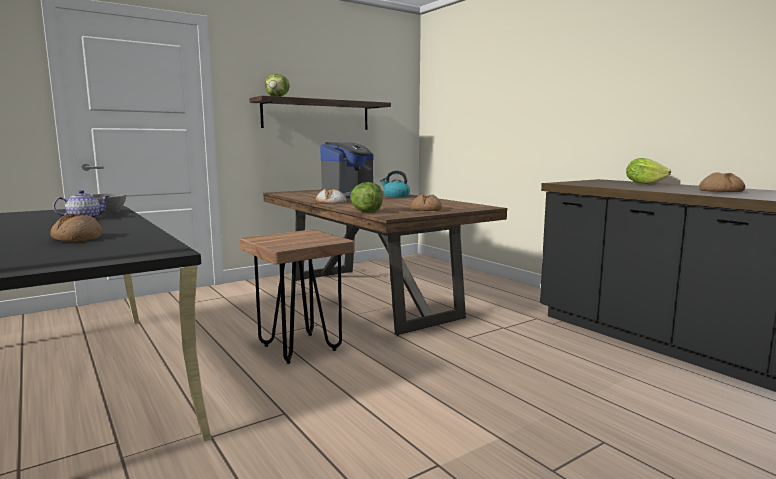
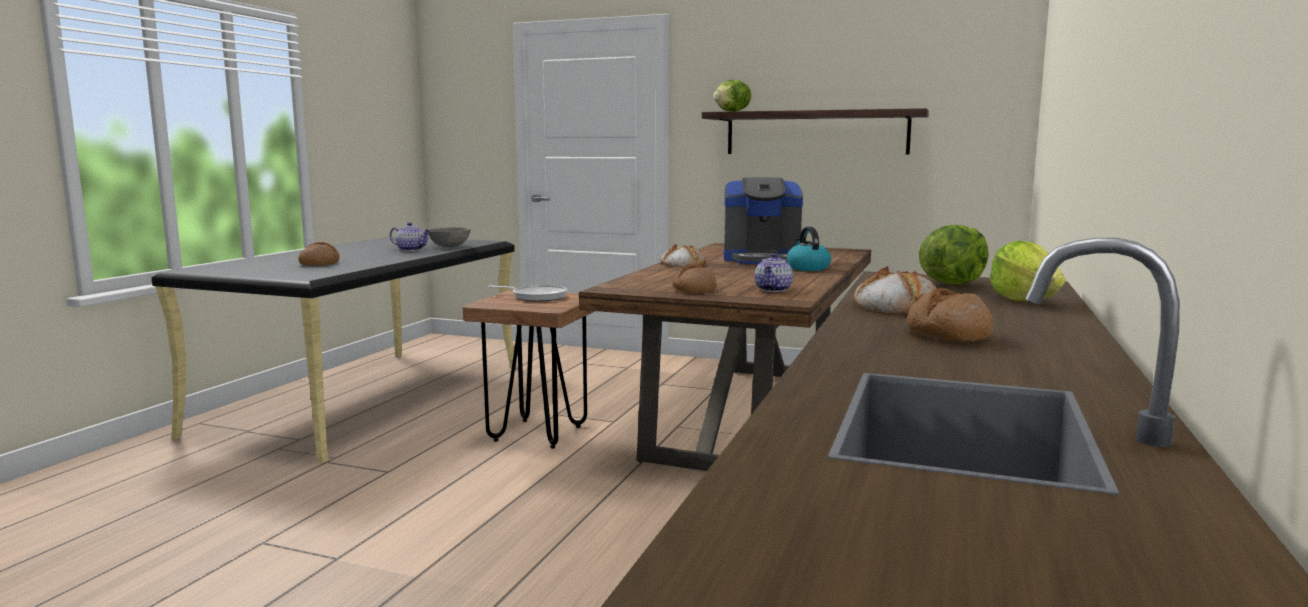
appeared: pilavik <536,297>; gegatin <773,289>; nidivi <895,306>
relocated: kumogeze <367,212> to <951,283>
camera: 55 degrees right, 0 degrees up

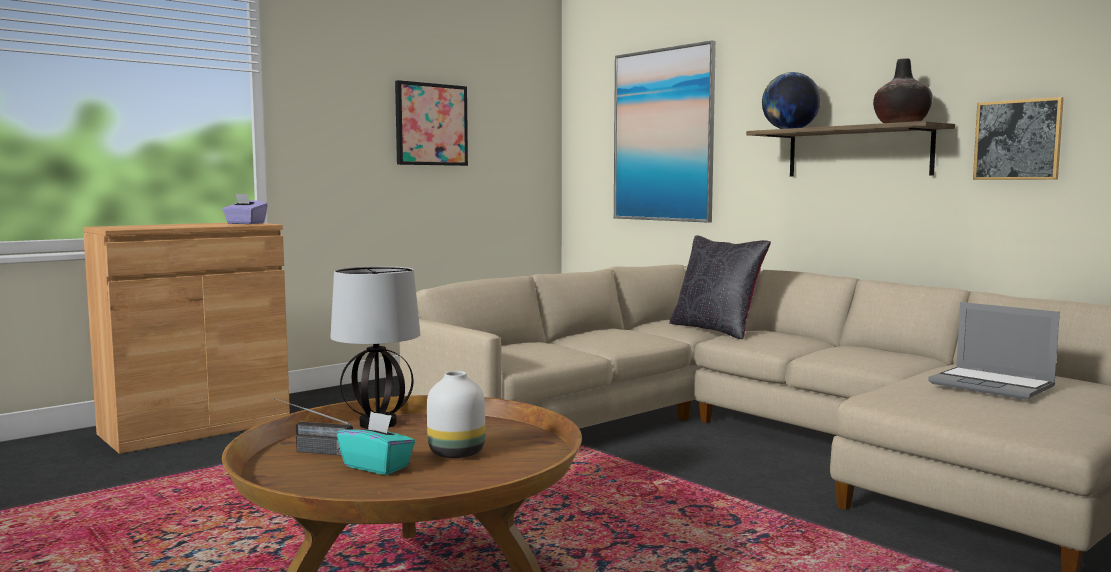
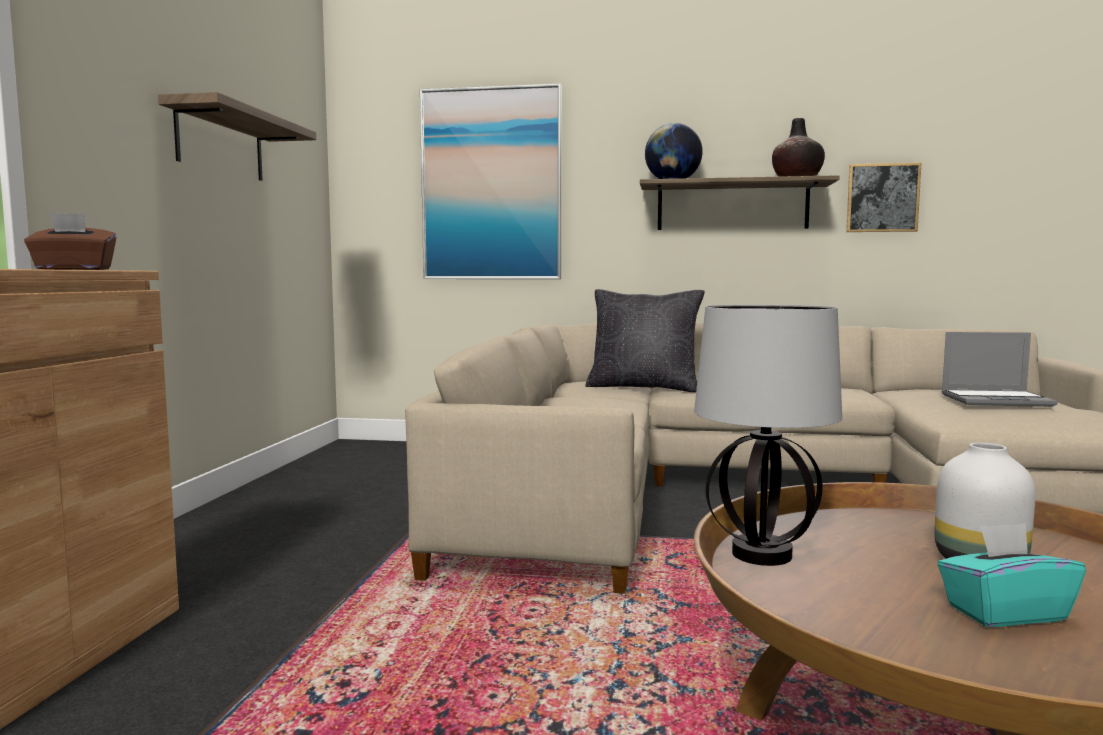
missing: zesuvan <310,451>
exchanged: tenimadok <431,124> to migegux <221,144>
colour: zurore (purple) <245,223> to zurore (brown) <73,269>
camera: 40 degrees left, 0 degrees up

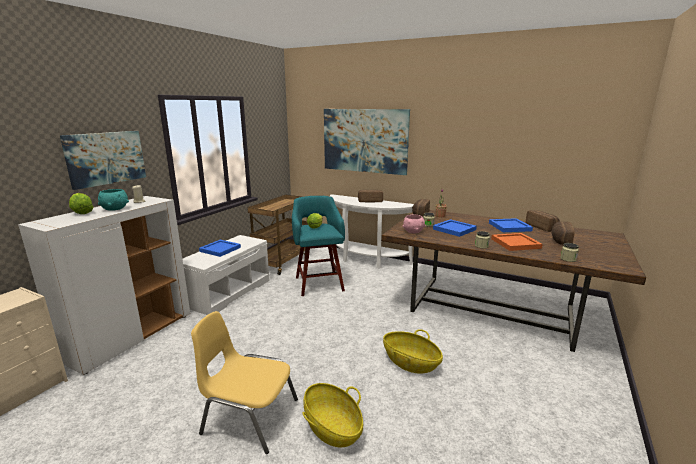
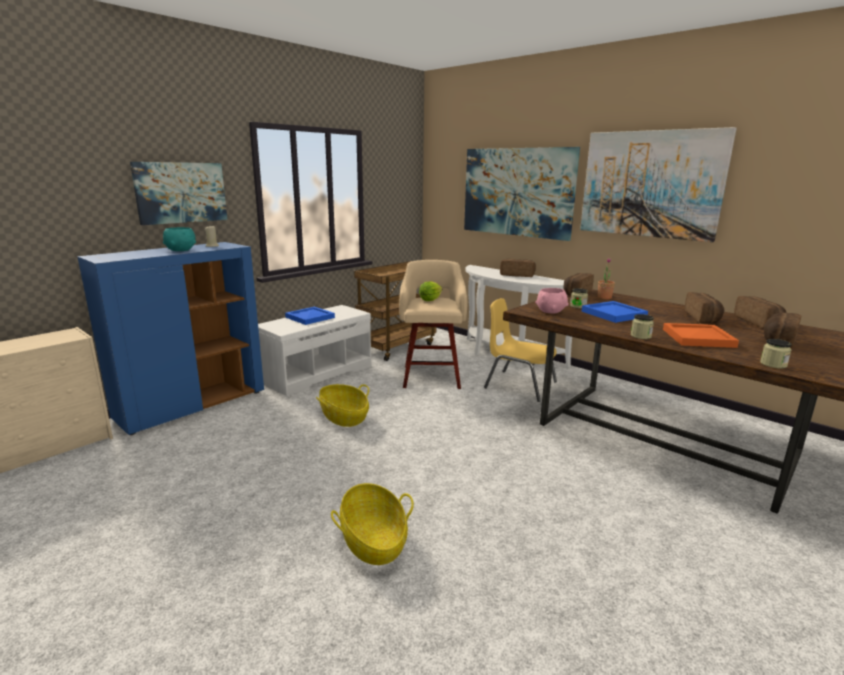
missing: kumogeze <82,212>
appeared: tenimadok <650,184>
relocated: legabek <411,363> to <344,417>; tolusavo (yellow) <249,416> to <519,385>
exchanged: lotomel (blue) <509,227> to nidivi <703,318>
colour: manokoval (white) <131,337> to manokoval (blue) <192,405>; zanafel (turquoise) <319,283> to zanafel (beige) <431,376>
camera: 15 degrees right, 0 degrees up

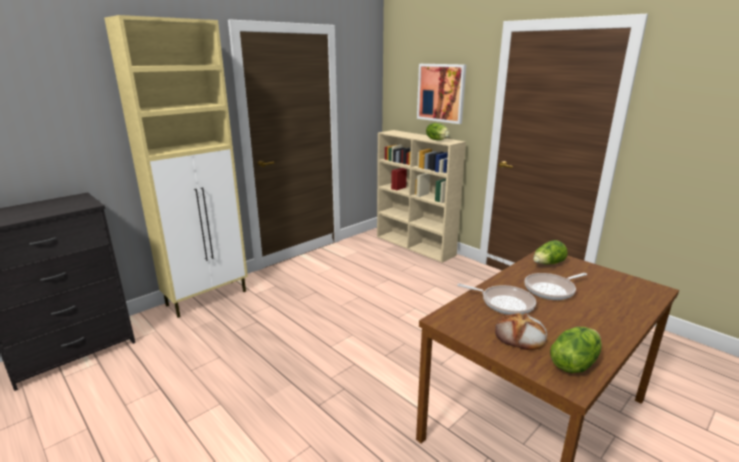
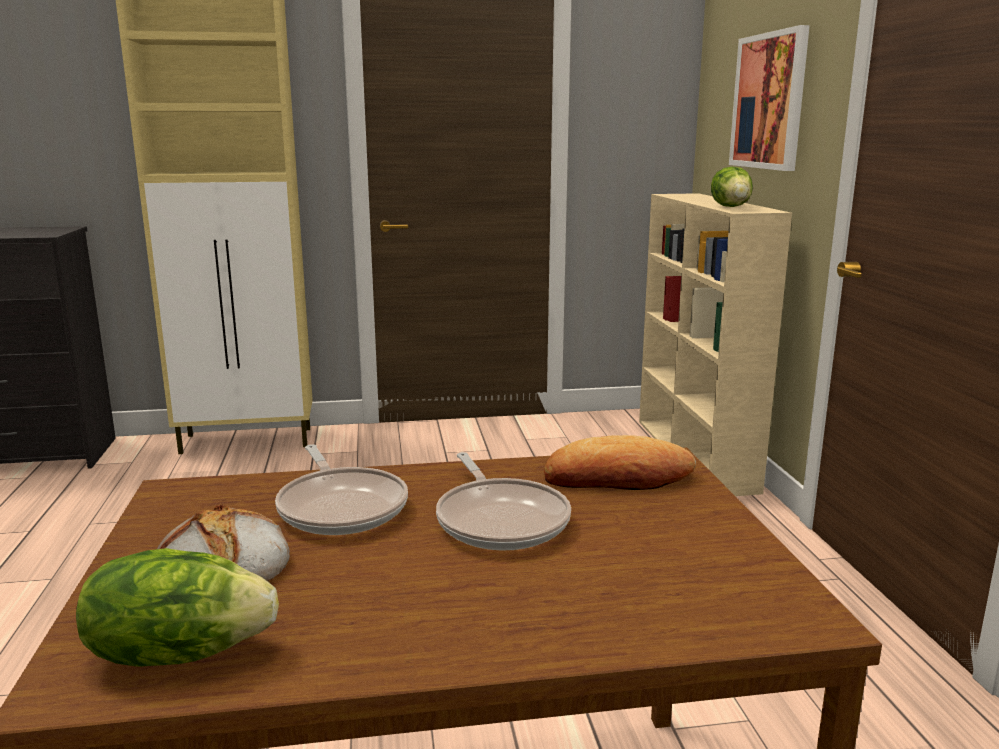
exchanged: kumogeze <548,264> to nidivi <617,477>
spun: pilavik <551,289> = <500,520> 120 degrees counterclockwise
camera: 35 degrees right, 5 degrees down

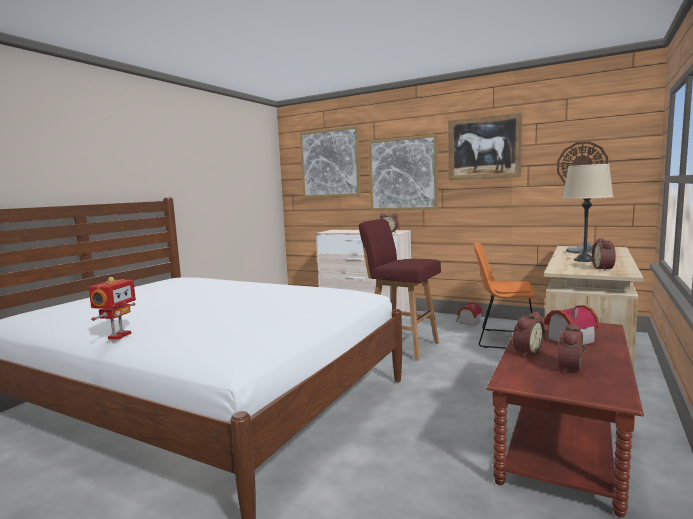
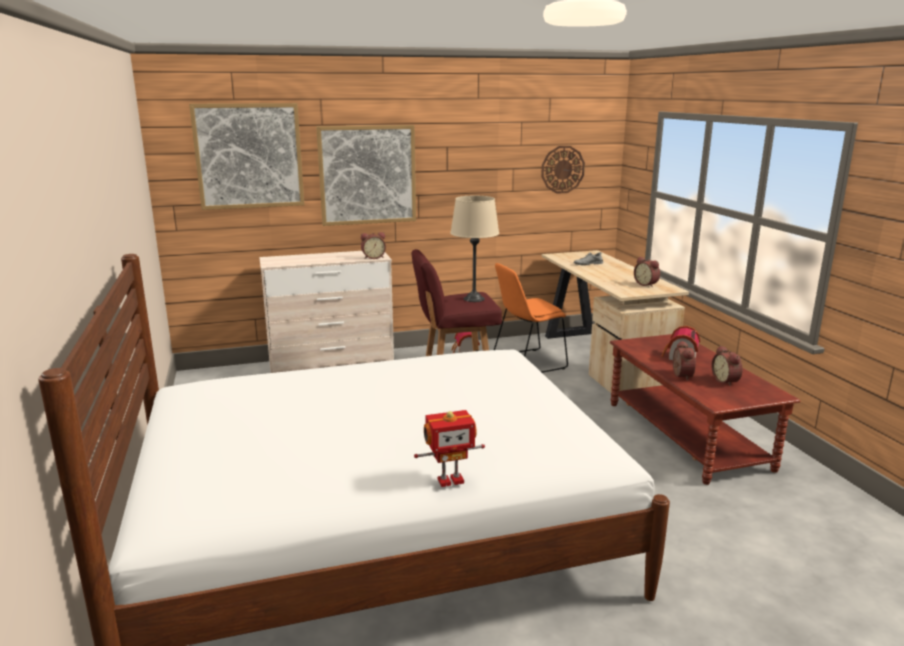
missing: tenimadok <483,148>
relocated: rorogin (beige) <584,260> to <473,299>
spun: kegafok <118,336> = <450,480> 105 degrees clockwise
camera: 45 degrees left, 10 degrees up

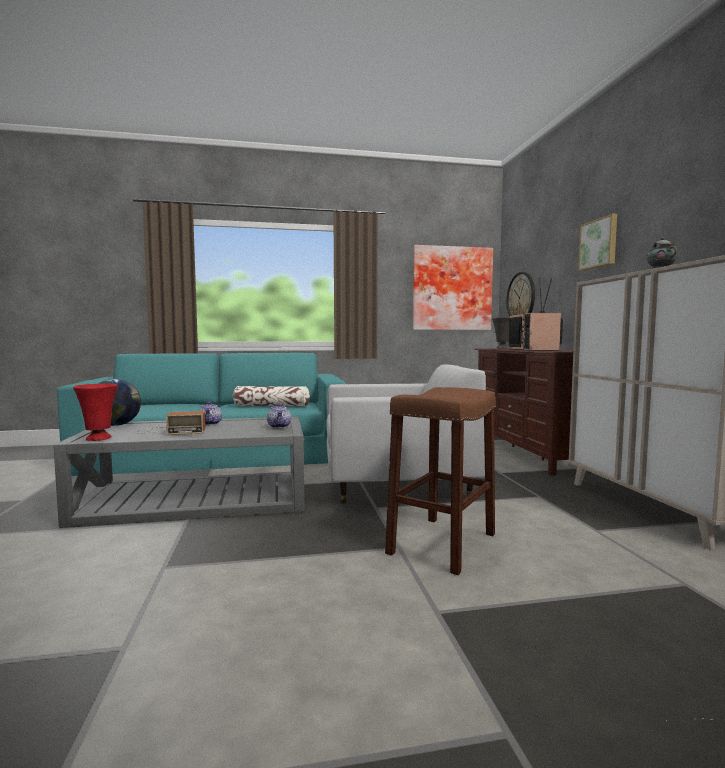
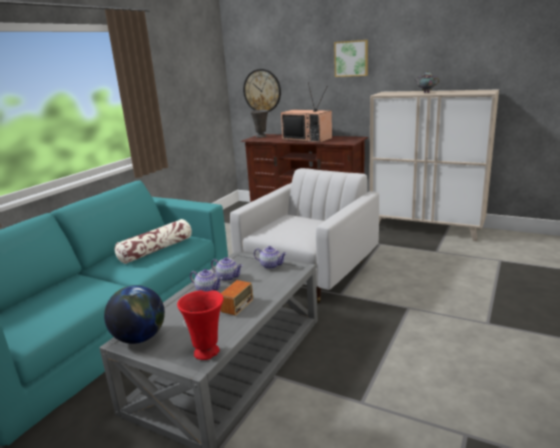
missing: zanafel (brown) <442,543>; tenimadok <451,289>
appeared: gegatin <228,277>
camera: 50 degrees left, 15 degrees up

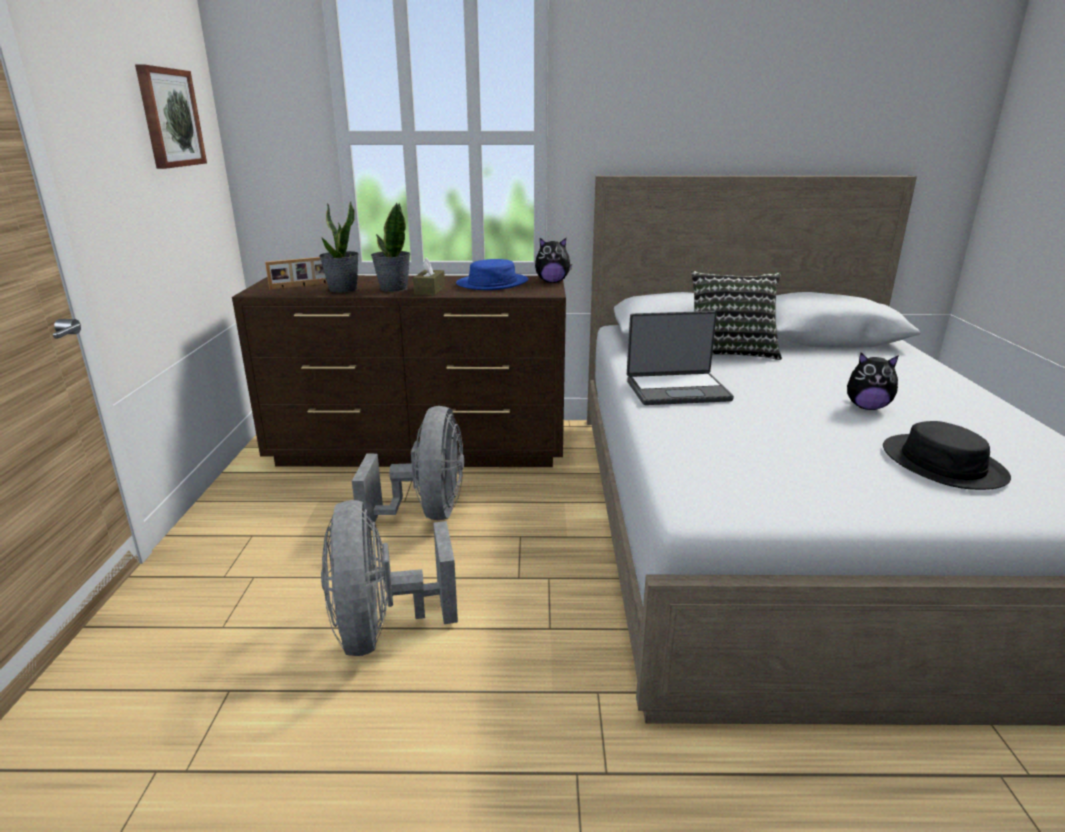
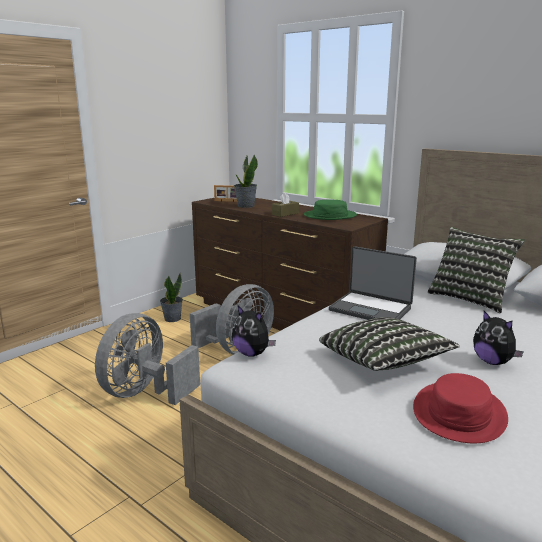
missing: tenimadok <169,118>
appeared: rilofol <384,362>
relocated: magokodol <393,288> to <172,318>; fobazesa <552,282> to <252,353>
colour: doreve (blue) <492,283> to doreve (green) <330,216>; doreve (black) <943,463> to doreve (red) <459,413>
camera: 40 degrees right, 5 degrees down

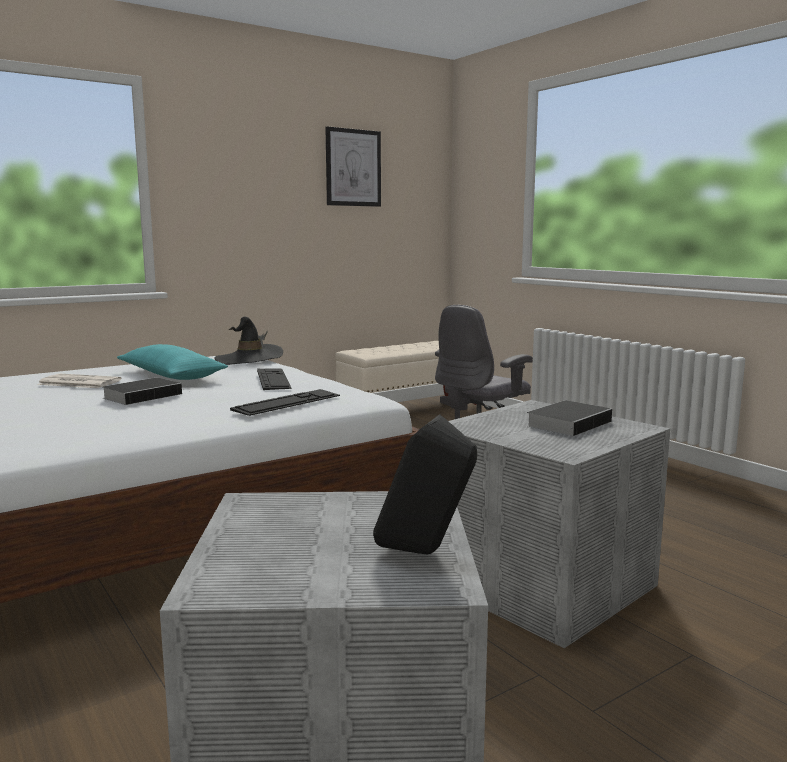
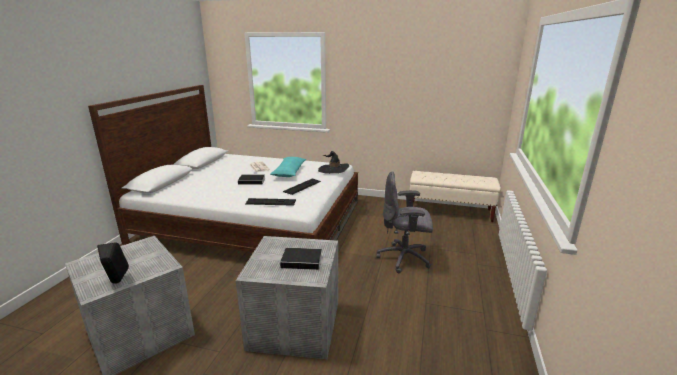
missing: tenimadok <353,168>
camera: 50 degrees right, 10 degrees up

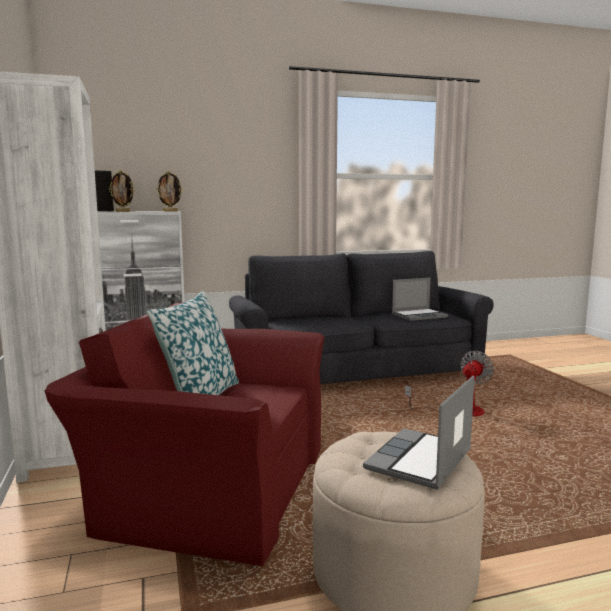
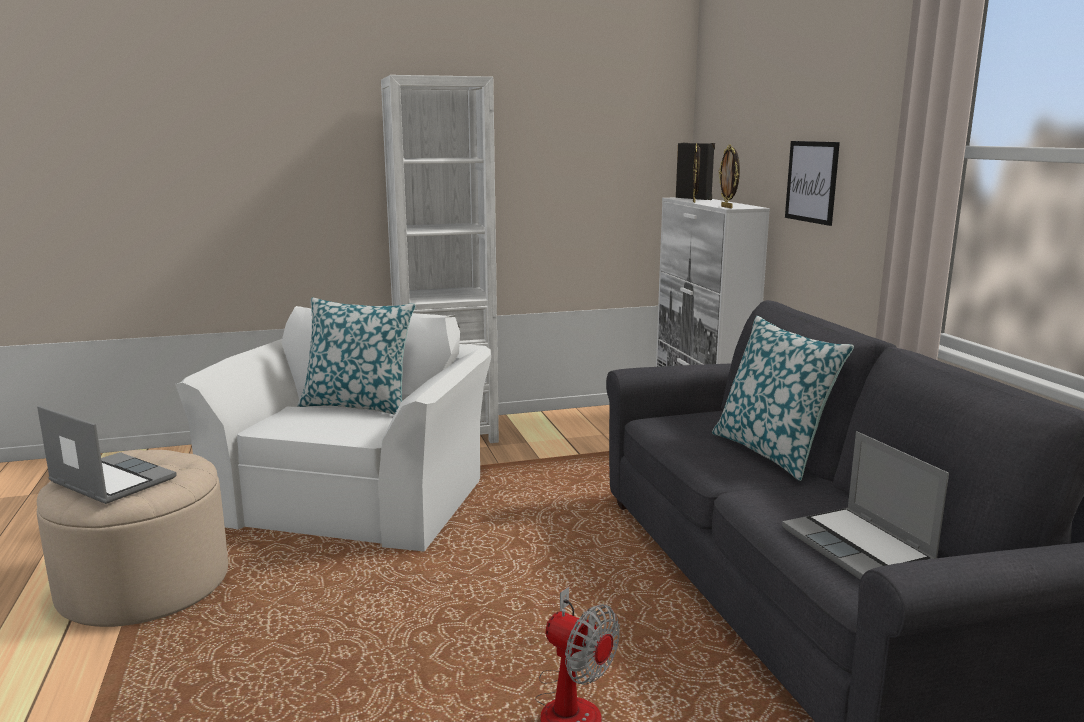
appeared: rilofol <772,452>; tenimadok <811,182>
colour: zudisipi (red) <209,486> to zudisipi (white) <356,495>
camera: 90 degrees right, 5 degrees up

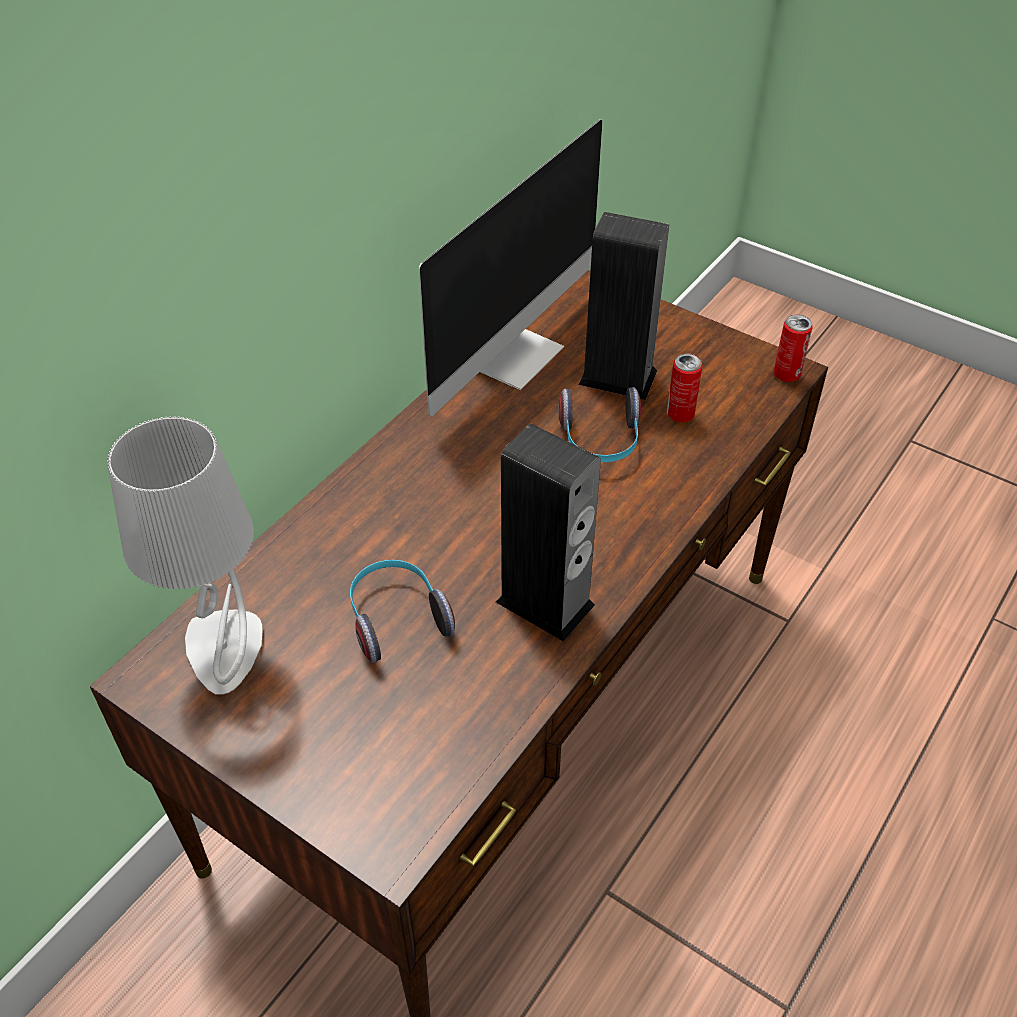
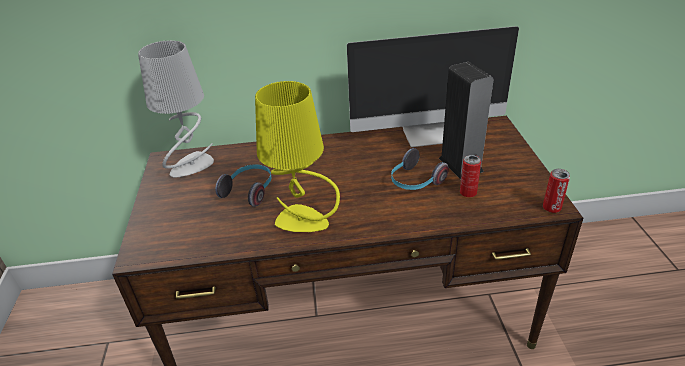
exchanged: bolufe <545,603> to rorogin (yellow) <302,221>
camera: 50 degrees right, 10 degrees down

